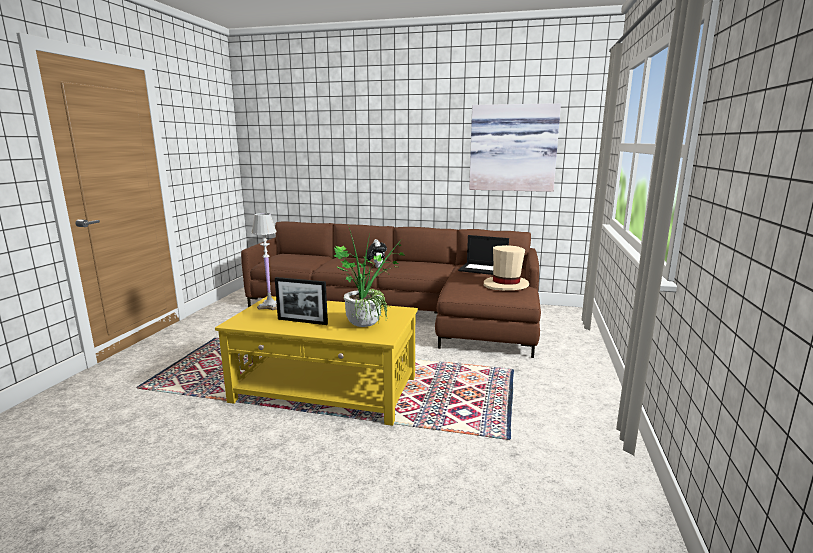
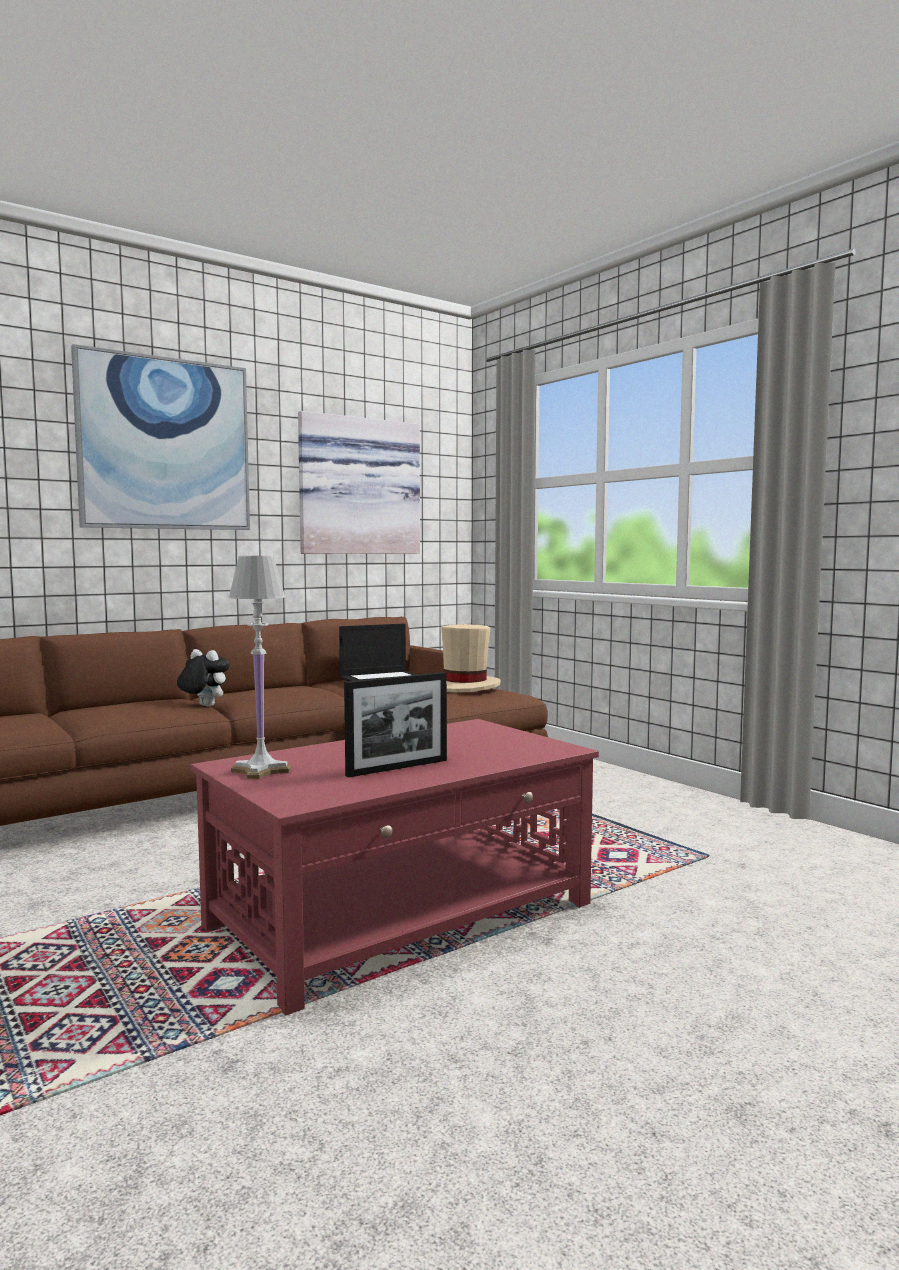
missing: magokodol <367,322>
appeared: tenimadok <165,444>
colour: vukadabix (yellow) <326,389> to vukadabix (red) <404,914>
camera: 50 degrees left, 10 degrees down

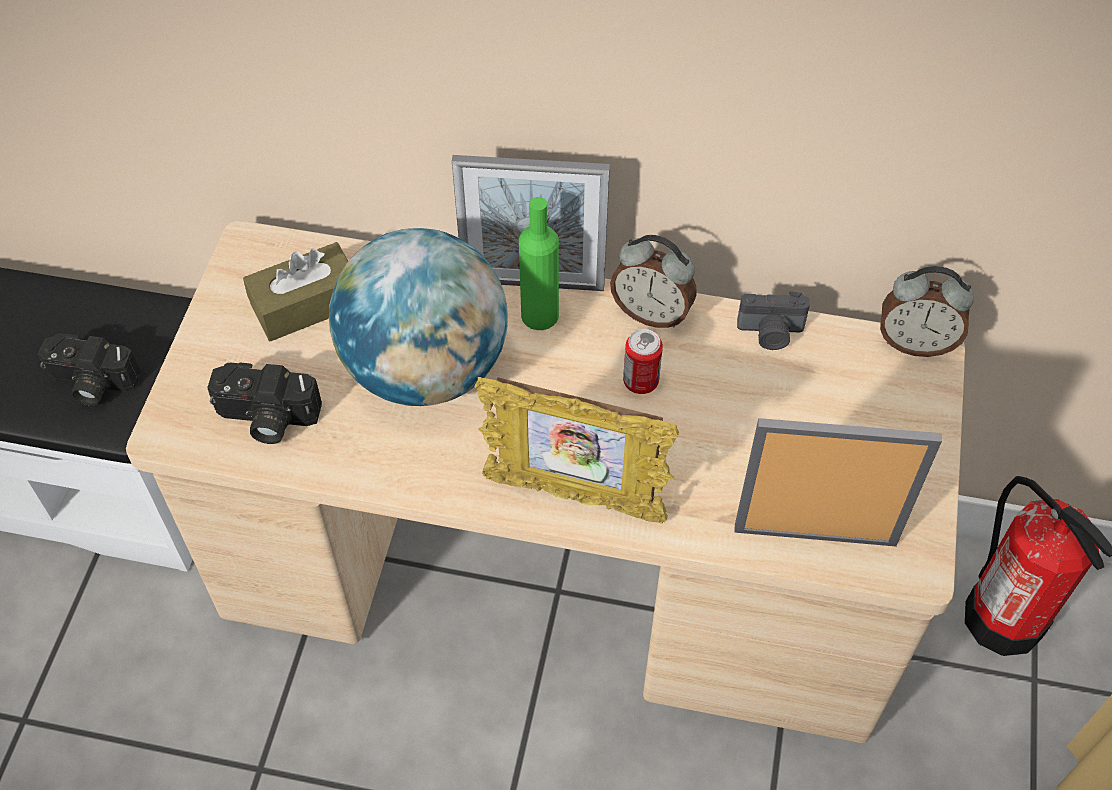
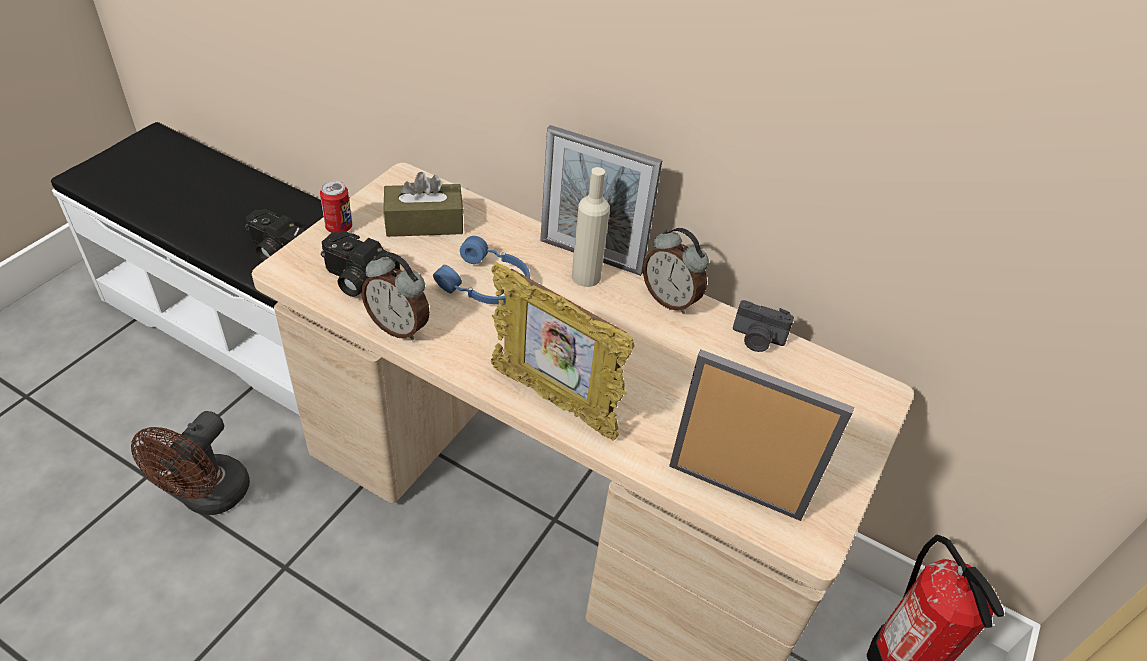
appeared: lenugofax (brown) <208,498>
relocated: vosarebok <640,381> to <339,227>; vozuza <915,342> to <399,327>
exchanged: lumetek <425,369> to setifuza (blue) <486,285>
colour: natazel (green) <539,315> to natazel (beige) <586,276>
camera: 15 degrees right, 10 degrees down

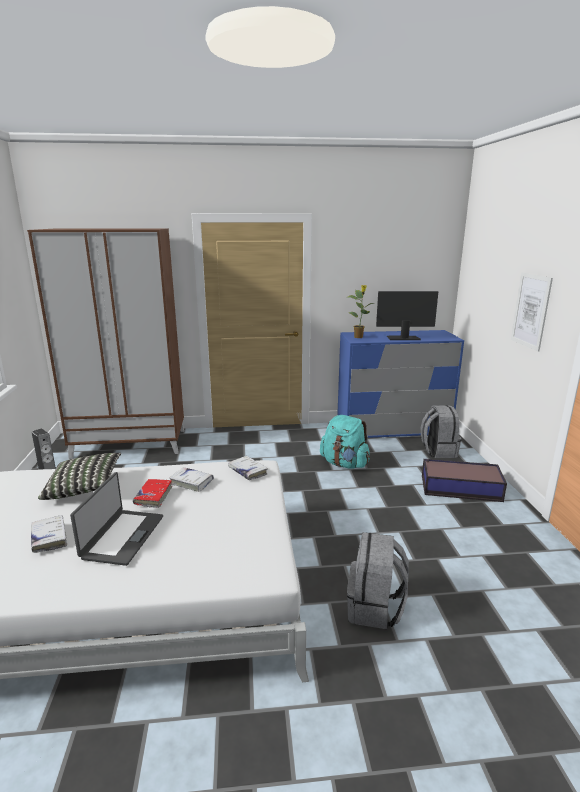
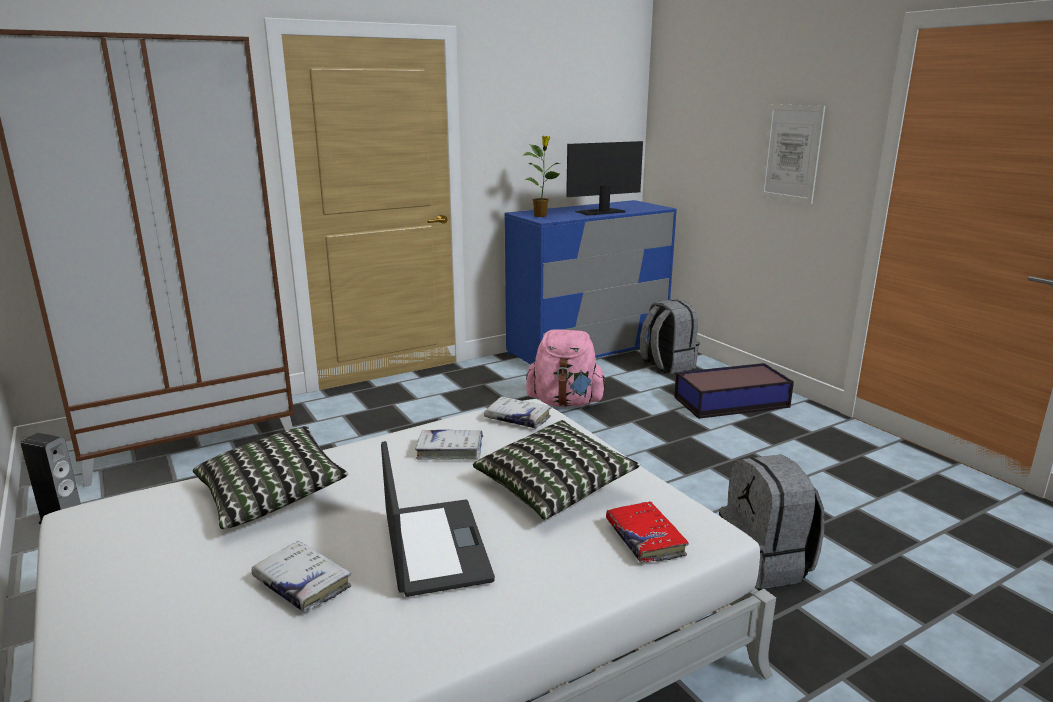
appeared: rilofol <554,488>
relocated: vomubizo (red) <153,496> to <645,539>
colour: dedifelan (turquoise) <344,464> to dedifelan (pink) <565,402>
camera: 25 degrees left, 0 degrees up

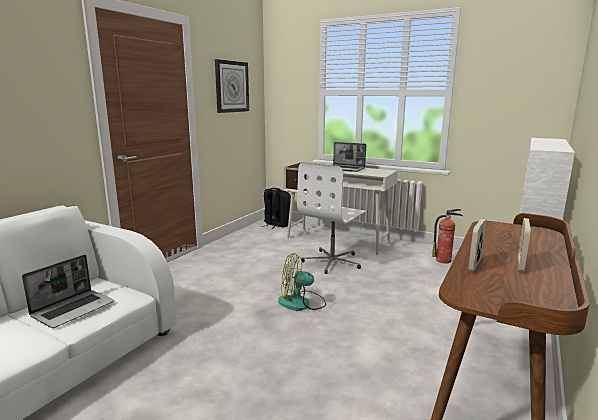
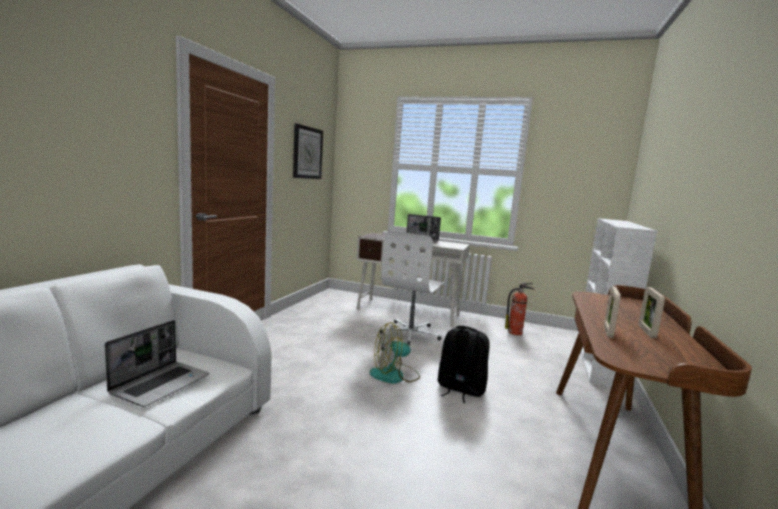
relocated: dedifelan (black) <276,225> to <460,389>
camera: 10 degrees left, 5 degrees down

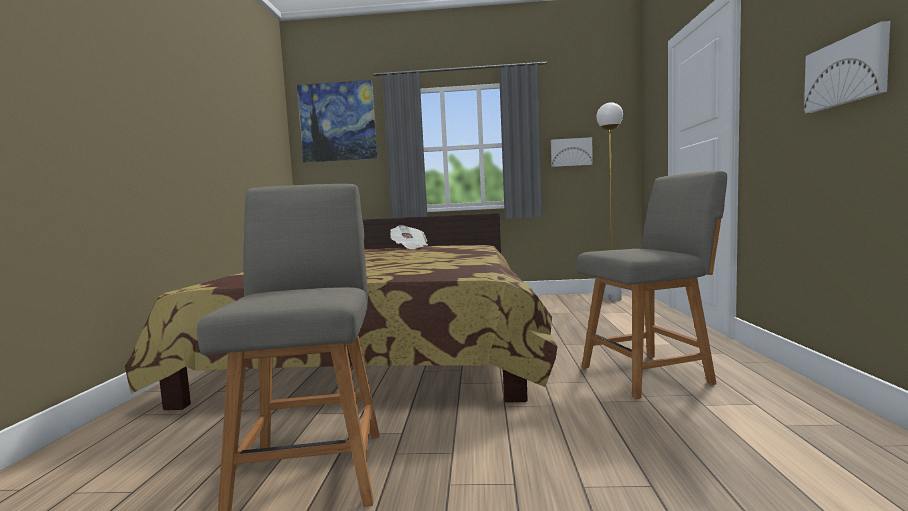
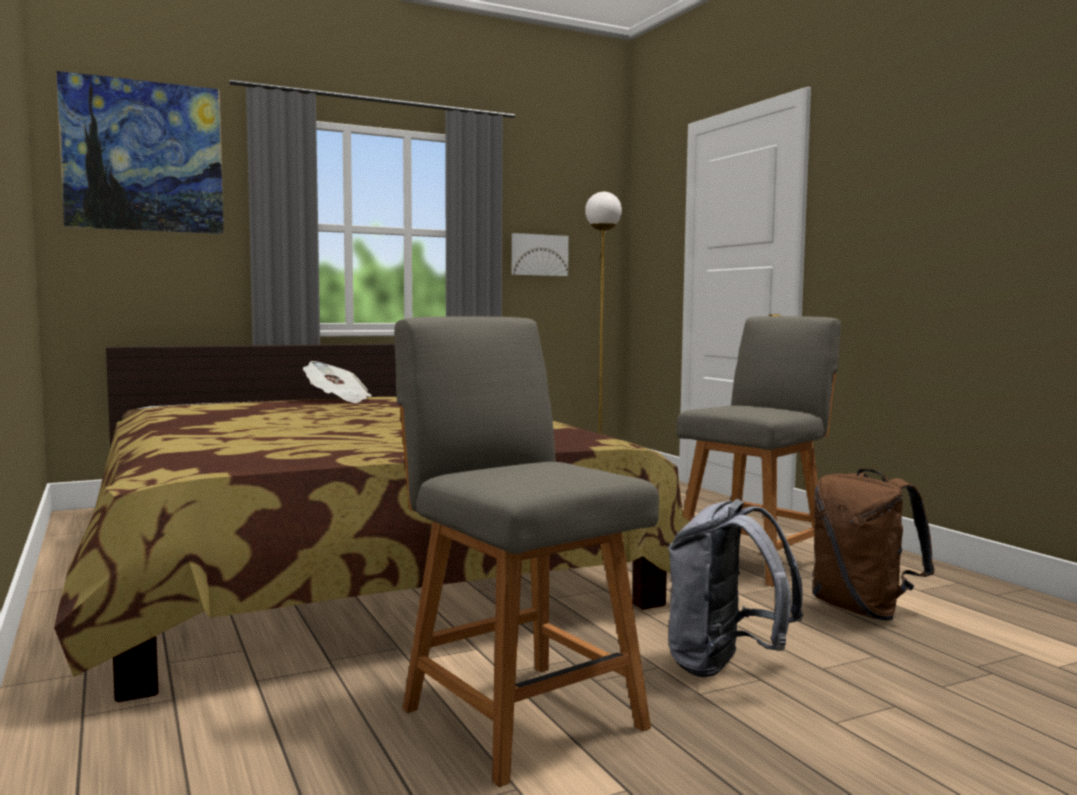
missing: tenimadok <847,71>
appeared: dedifelan (grey) <725,667>; dedifelan (brown) <863,610>
camera: 30 degrees left, 0 degrees up

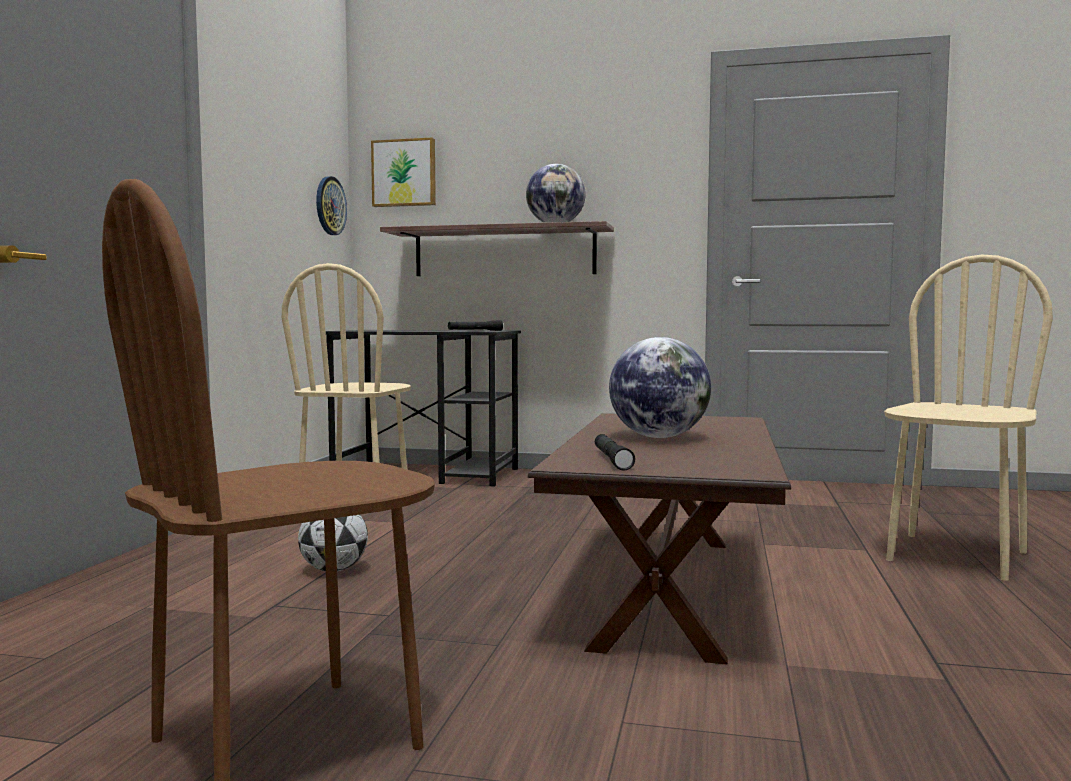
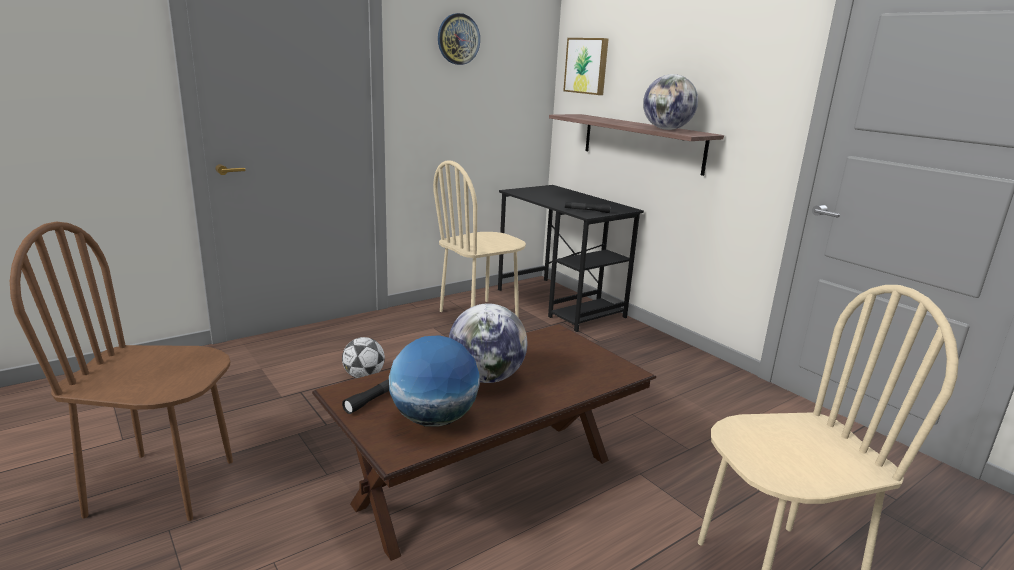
appeared: lumetek <434,419>
relocated: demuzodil <330,206> to <458,39>
camera: 40 degrees right, 15 degrees up

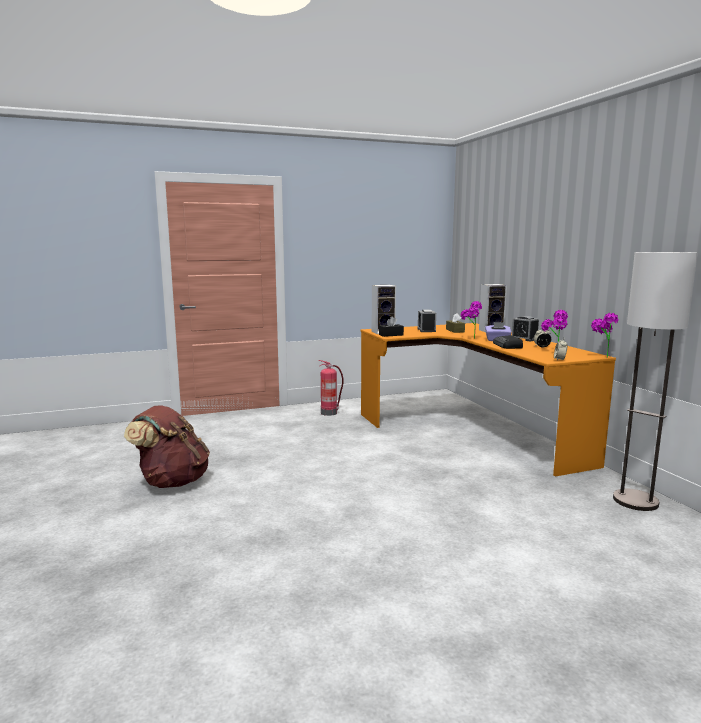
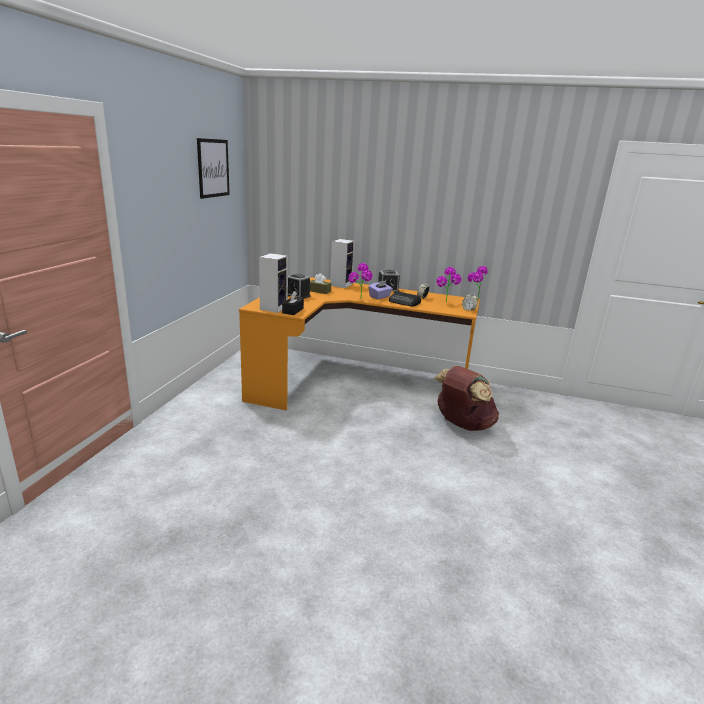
missing: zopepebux <329,413>; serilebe <635,501>
appeared: tenimadok <213,168>
relocated: dedifelan (brown) <172,482> to <462,425>
camera: 55 degrees left, 10 degrees up

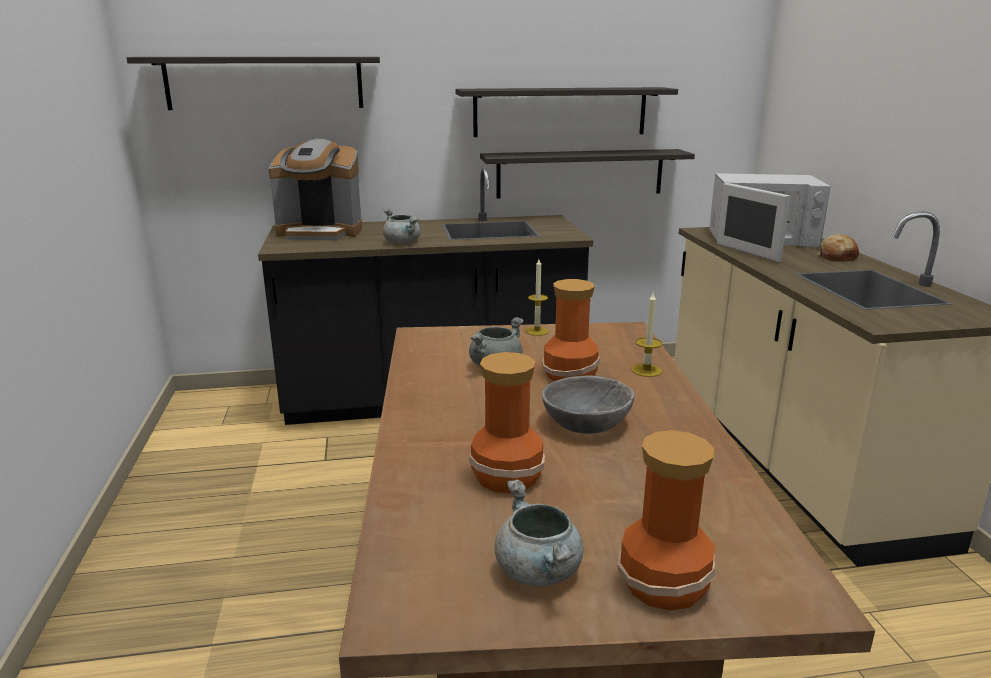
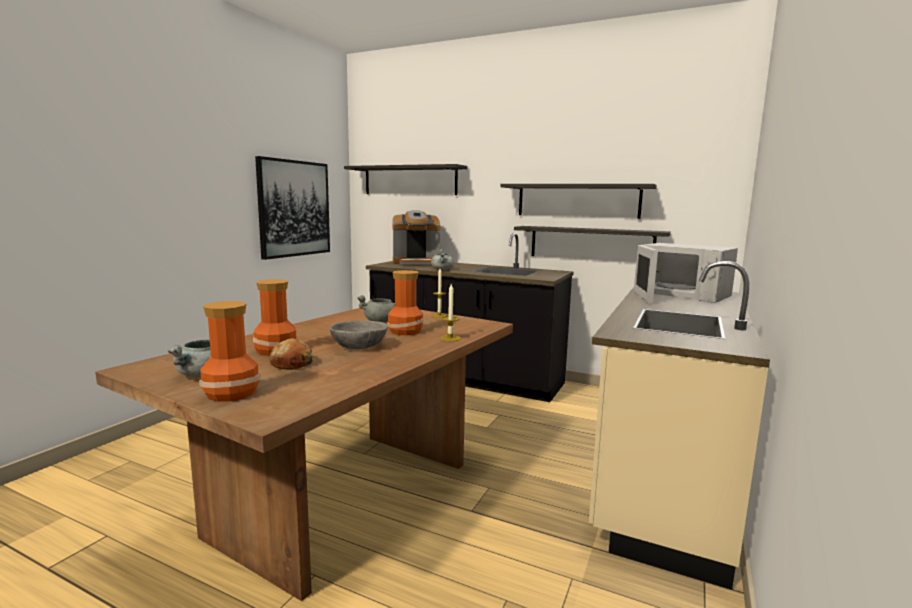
appeared: tenimadok <294,208>
relocated: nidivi <836,257> to <292,364>
spun: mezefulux <320,232> = <416,262> 45 degrees counterclockwise
camera: 35 degrees right, 10 degrees down

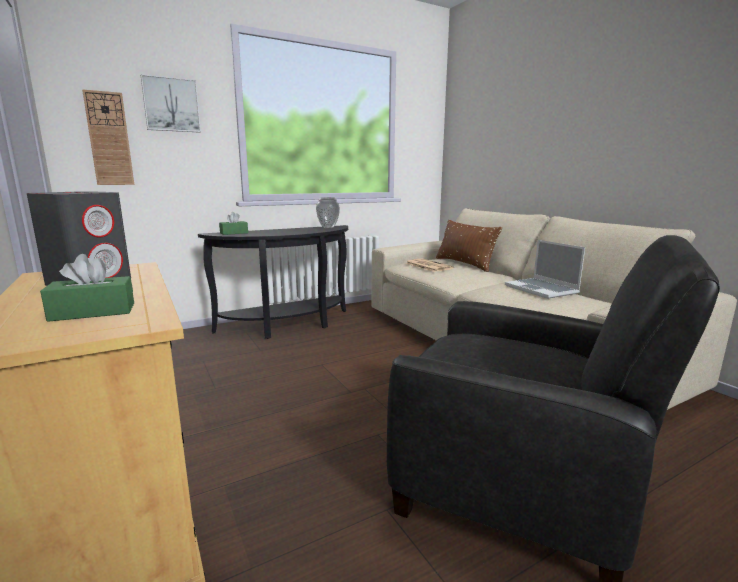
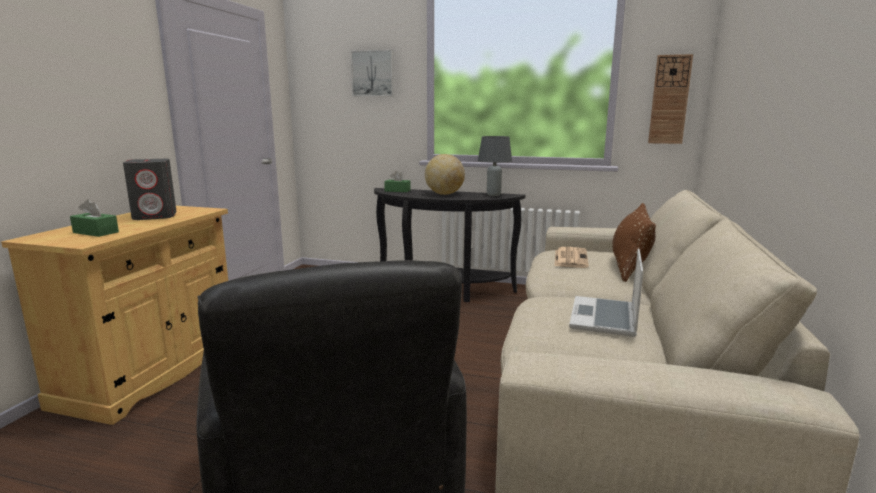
appeared: lumetek <444,194>
relocated: demuzodil <109,139> to <669,100>
exchanged: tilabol <328,227> to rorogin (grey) <494,195>
camera: 45 degrees right, 0 degrees up

